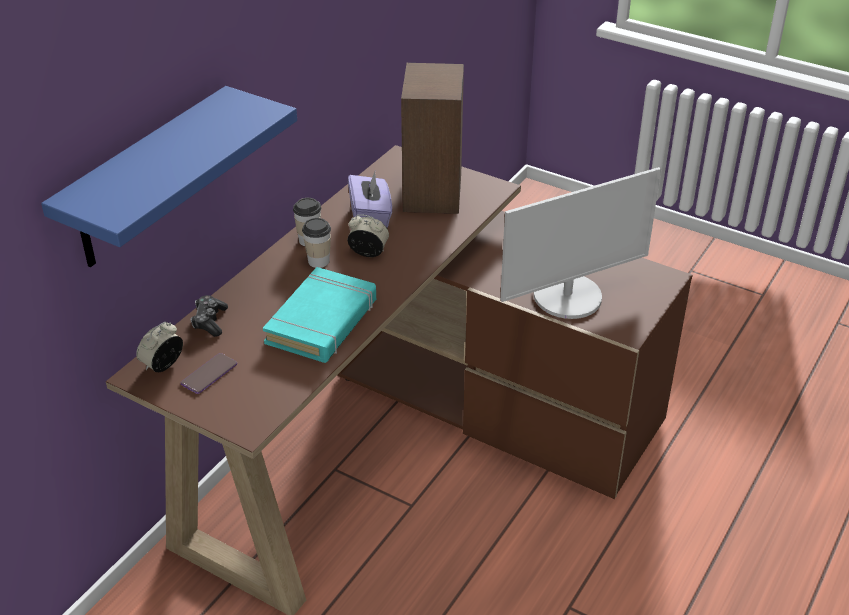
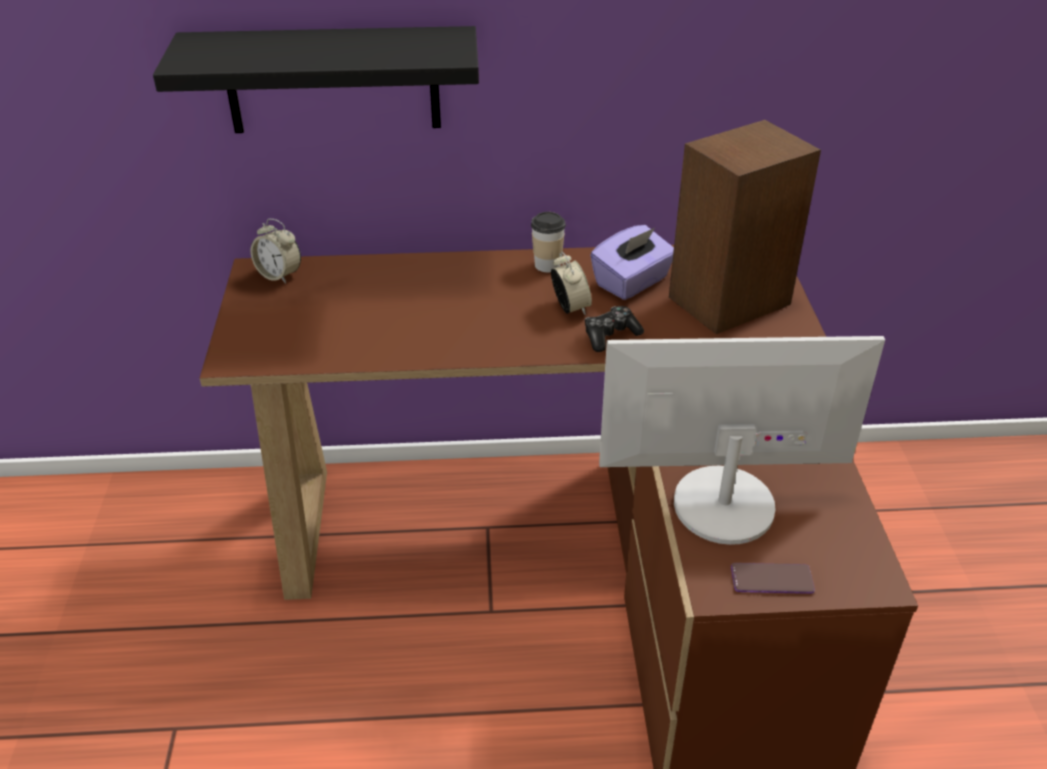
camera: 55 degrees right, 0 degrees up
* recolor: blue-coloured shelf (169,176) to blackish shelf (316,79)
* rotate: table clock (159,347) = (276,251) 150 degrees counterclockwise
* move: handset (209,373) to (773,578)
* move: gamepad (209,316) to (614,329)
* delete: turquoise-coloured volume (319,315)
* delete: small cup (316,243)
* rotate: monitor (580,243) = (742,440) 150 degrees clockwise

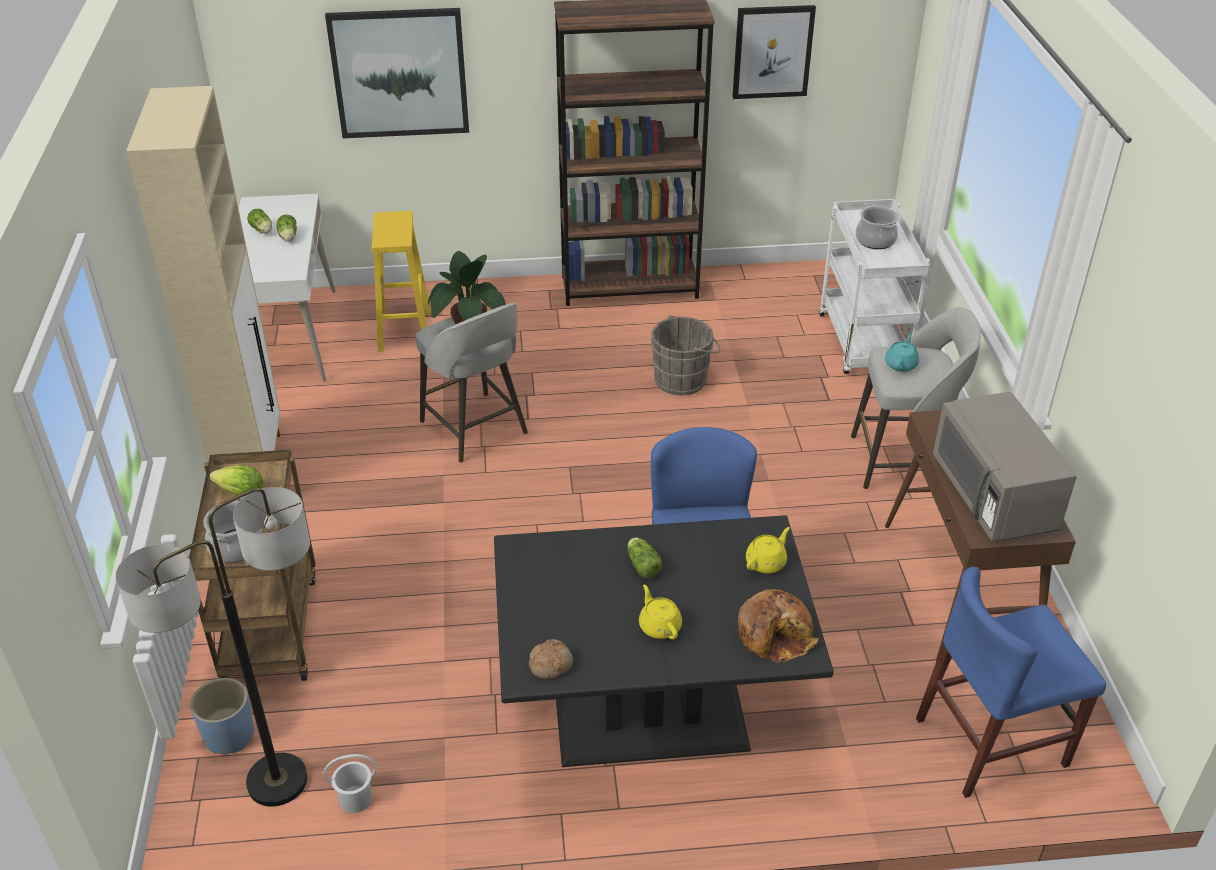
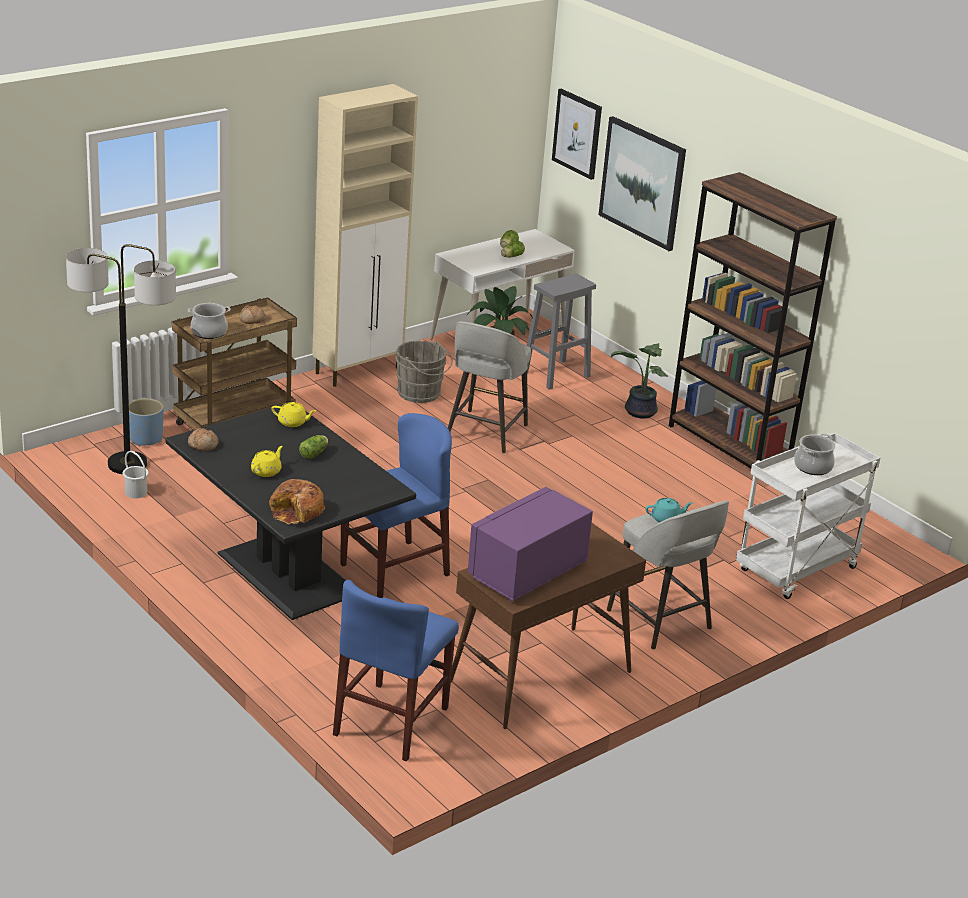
camera: 55 degrees right, 10 degrees down
* replace: head of lettuce (236,480) to bread (252,314)
* recolor: yellowish stool (401,281) to greyish stool (561,331)
* move: greyish pail (685,355) to (424,372)
* move: wall picture (774,52) to (577,134)
* move: yellowish tea pot (768,550) to (294,414)
* rotate: blue-coloured chair (1011,682) = (396,671) 105 degrees counterclockwise
* recolor: greyish microwave oven (1005,466) to purplish microwave oven (530,544)
* insert: potted plant (639,380)

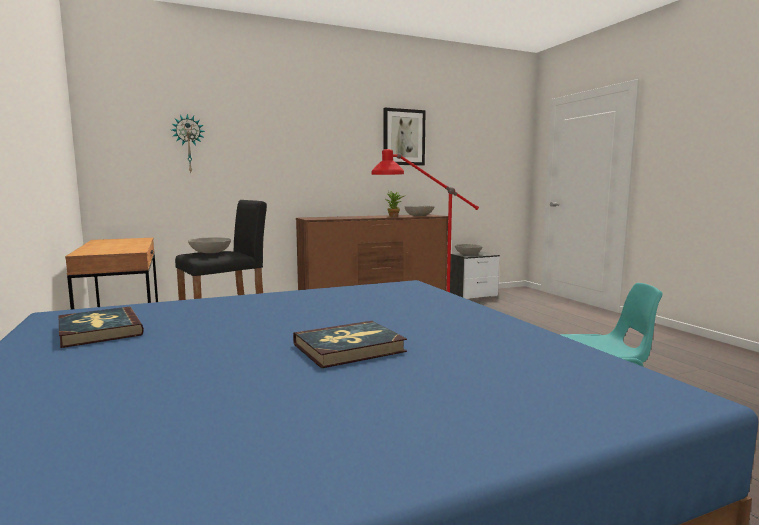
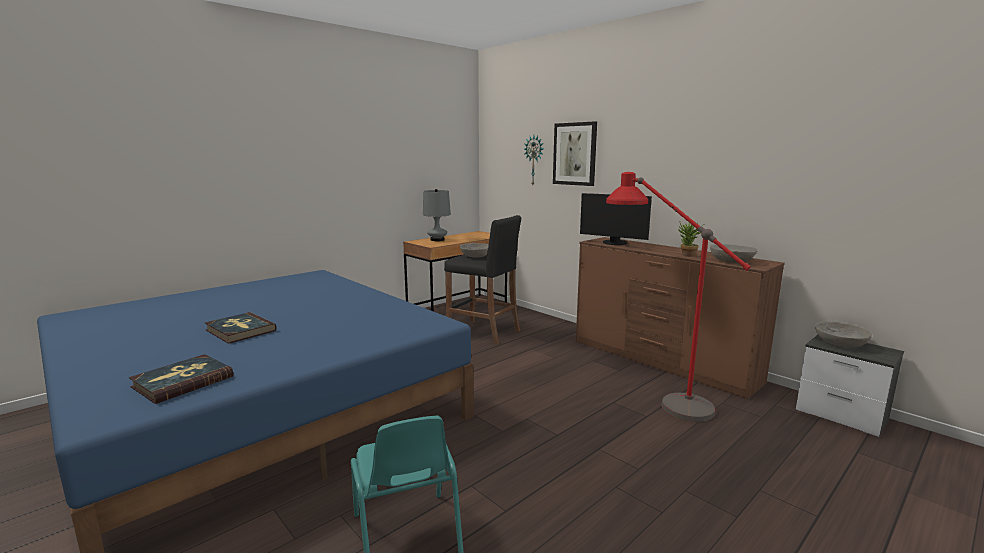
camera: 70 degrees right, 5 degrees up
* move: volume (101,327) to (181,379)
* move: wall picture (404,136) to (575,153)
* insert: greyish tabletop lamp (437,215)
* insert: monitor (616,219)

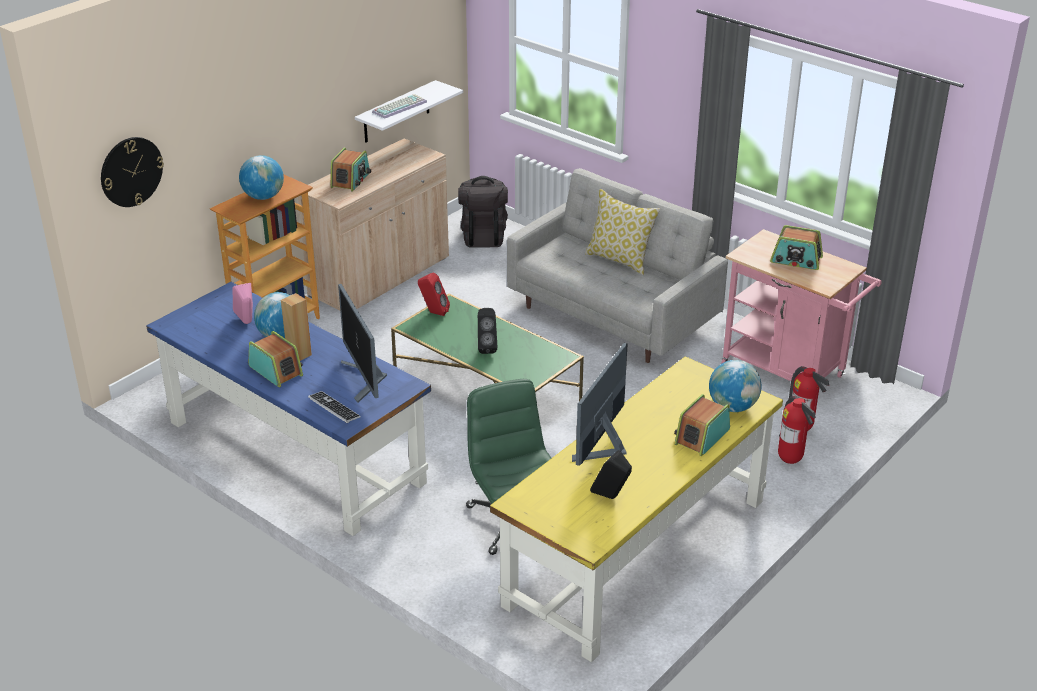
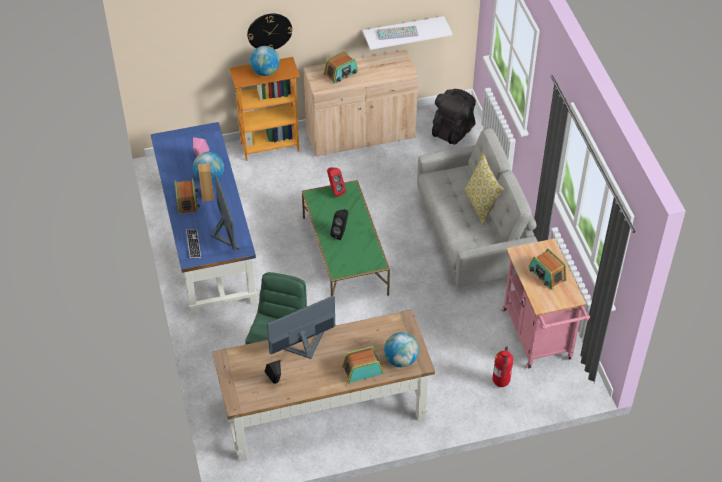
camera: 35 degrees right, 15 degrees up
* move: clock on the wall (132,172) to (269,31)
* rotate: monitor (362,343) = (225,211) 150 degrees clockwise
* recolor: yellowish desk (636,509) to brown desk (323,385)
* delete: extinguisher (797,430)

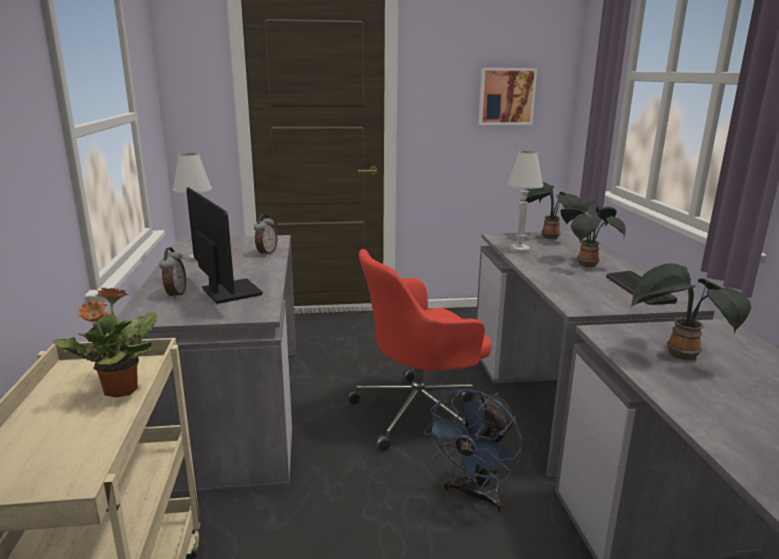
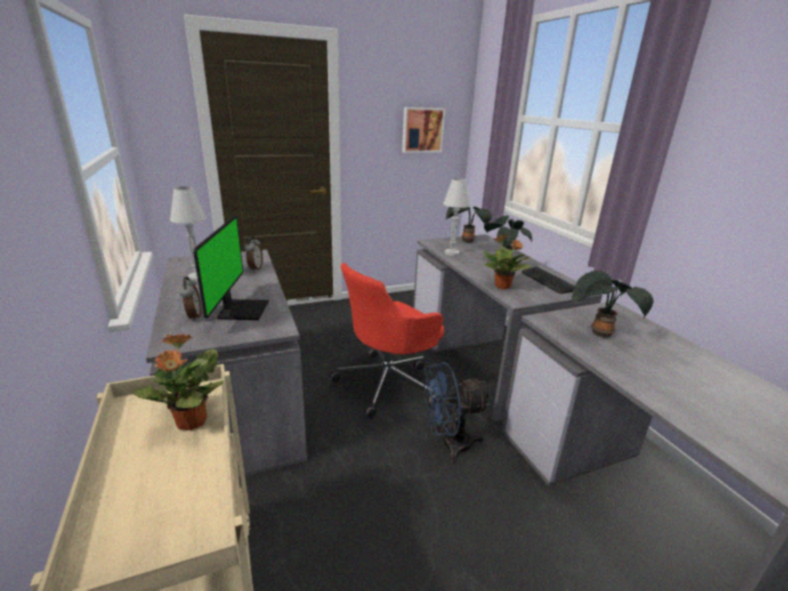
camera: 15 degrees left, 5 degrees up
* rotate: monitor (224,245) = (231,268) 45 degrees clockwise
* rotate: blue-coloured electric fan (473,451) = (456,412) 60 degrees clockwise
* insert: potted plant (507,261)

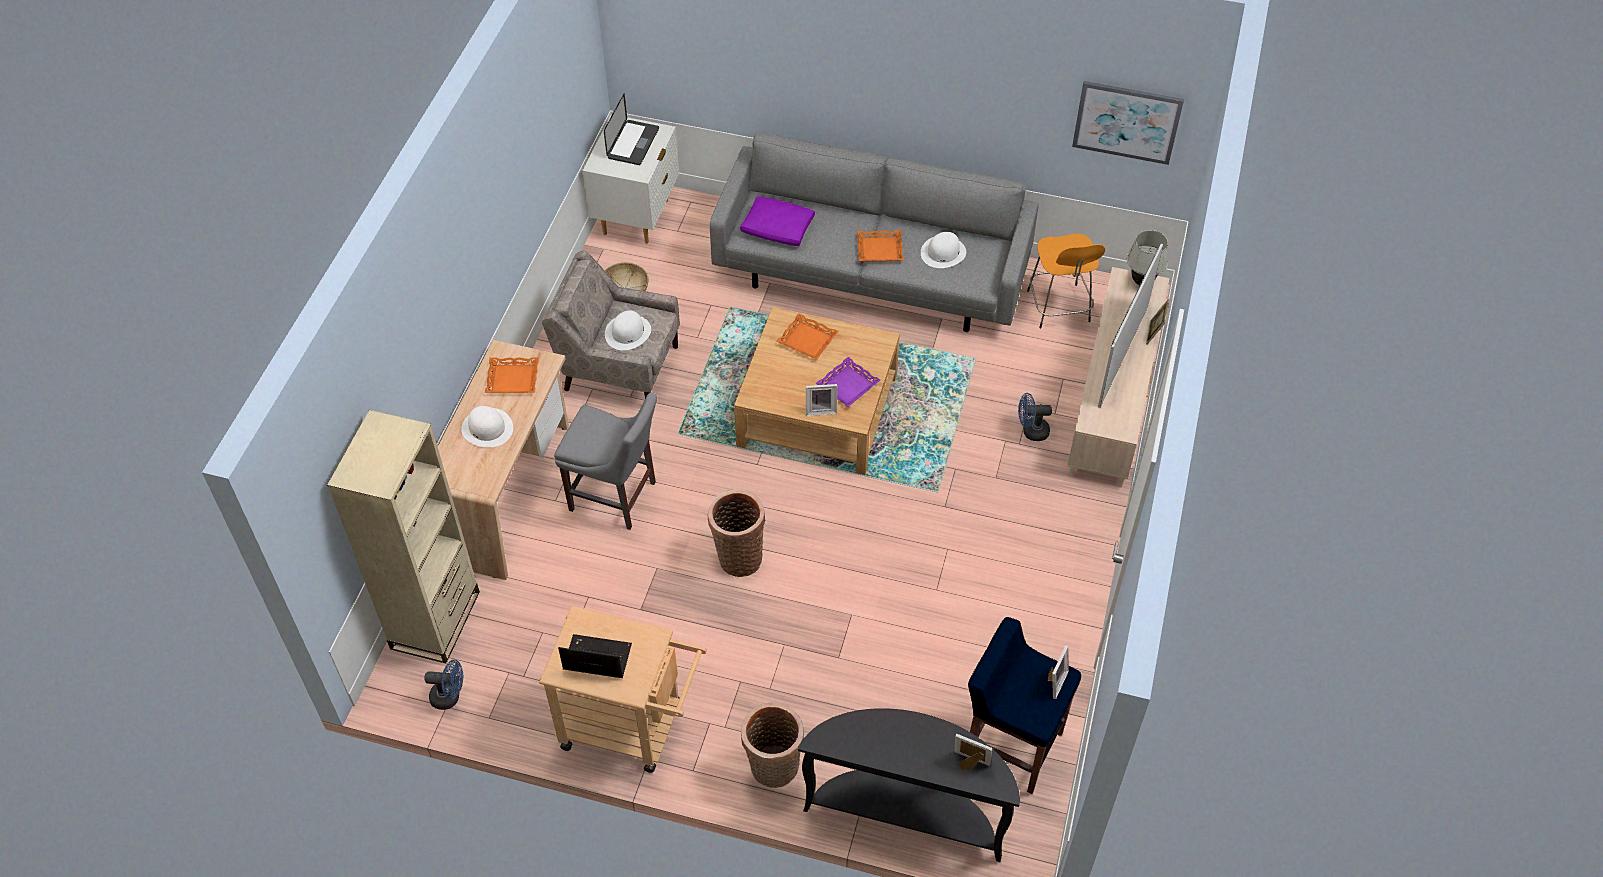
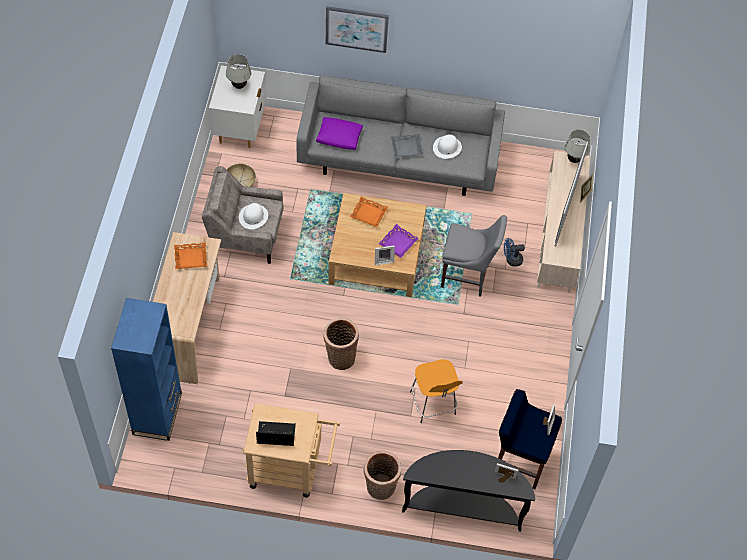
camera: 10 degrees left, 5 degrees up
* recolor: sand-coloured shelving unit (403,536) to blue-coloured shelving unit (146,369)
* delete: blue-coloured electric fan (443,685)
* delete: white-coloured wearable hat (487,426)
* move: greyish chair (605,461) to (474,256)
* replace: notebook computer (631,129) to white-coloured tabletop lamp (238,71)
* recolor: orange serving tray (880,246) to greyish serving tray (407,146)
* move: orange stool (1066,281) to (436,391)
* move: wall picture (1128,123) to (357,29)

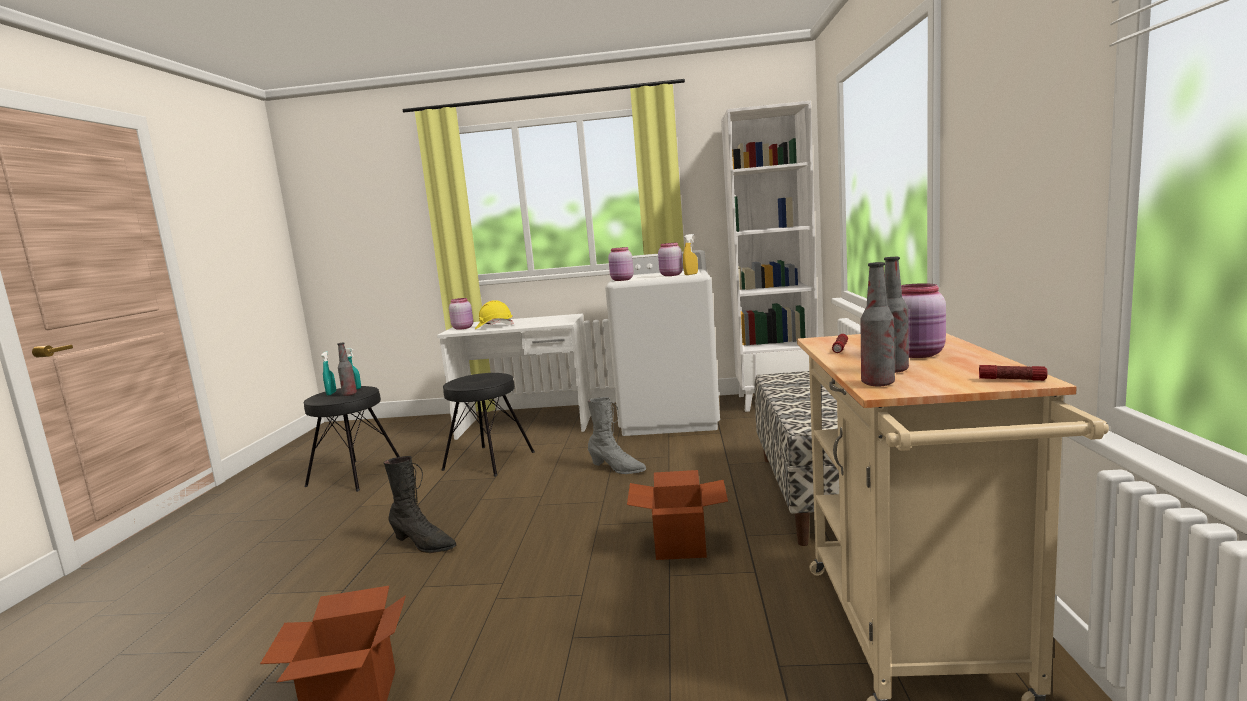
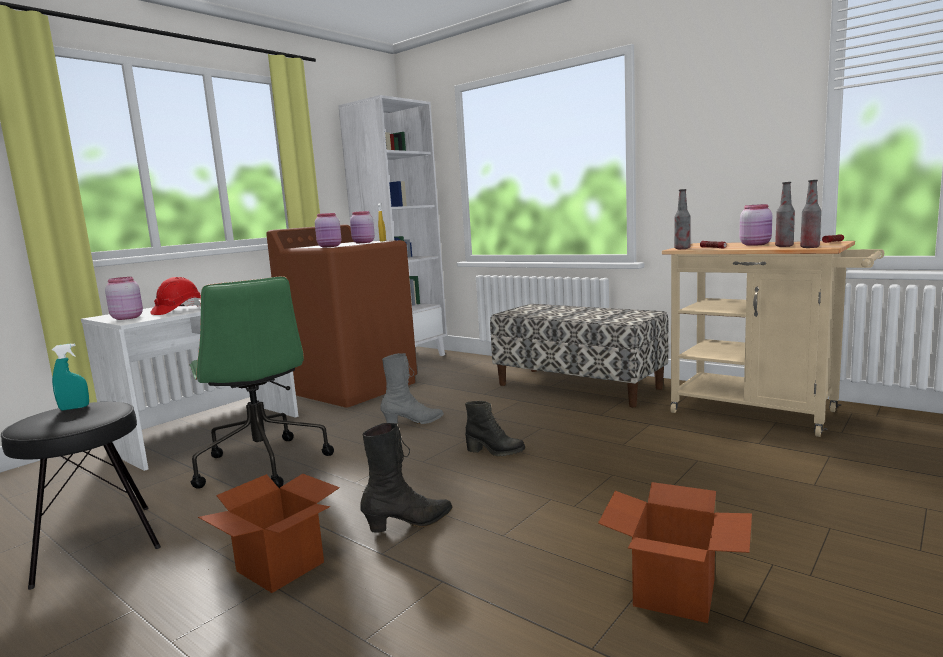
camera: 55 degrees left, 0 degrees up
* delete: turquoise-coloured sprayer (328,373)
* move: bottle (347,369) to (682,219)
* replace: blackish stool (488,425) to green-coloured computer chair (261,382)
* recolor: yellowish safety helmet (494,314) to reddish safety helmet (175,296)
* recolor: white-coloured laundry appliance (662,343) to brown laundry appliance (341,315)
* move: packing box (677,515) to (269,533)
* insert: blackish high-top boot (495,428)

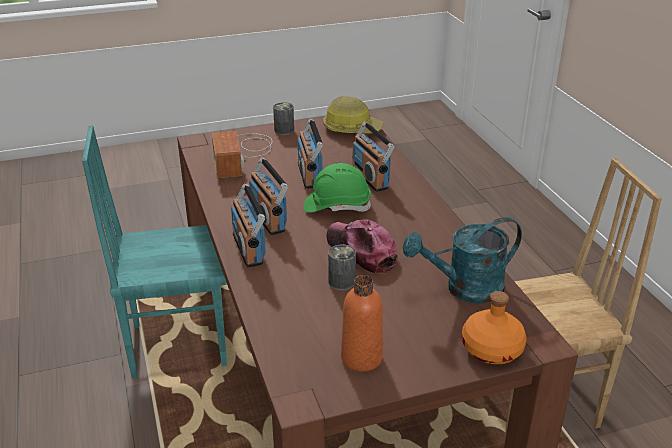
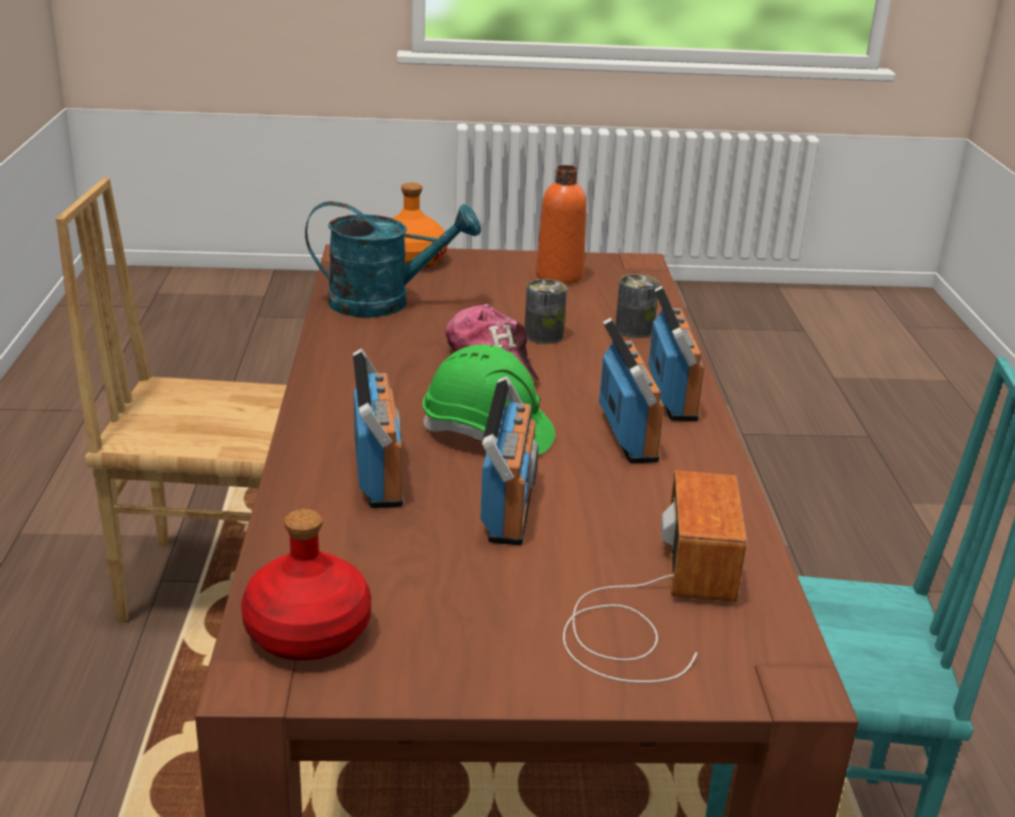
camera: 165 degrees left, 5 degrees down
* move: can (283,118) to (637,306)
* replace: safety helmet (353,115) to reddish bottle (306,584)

